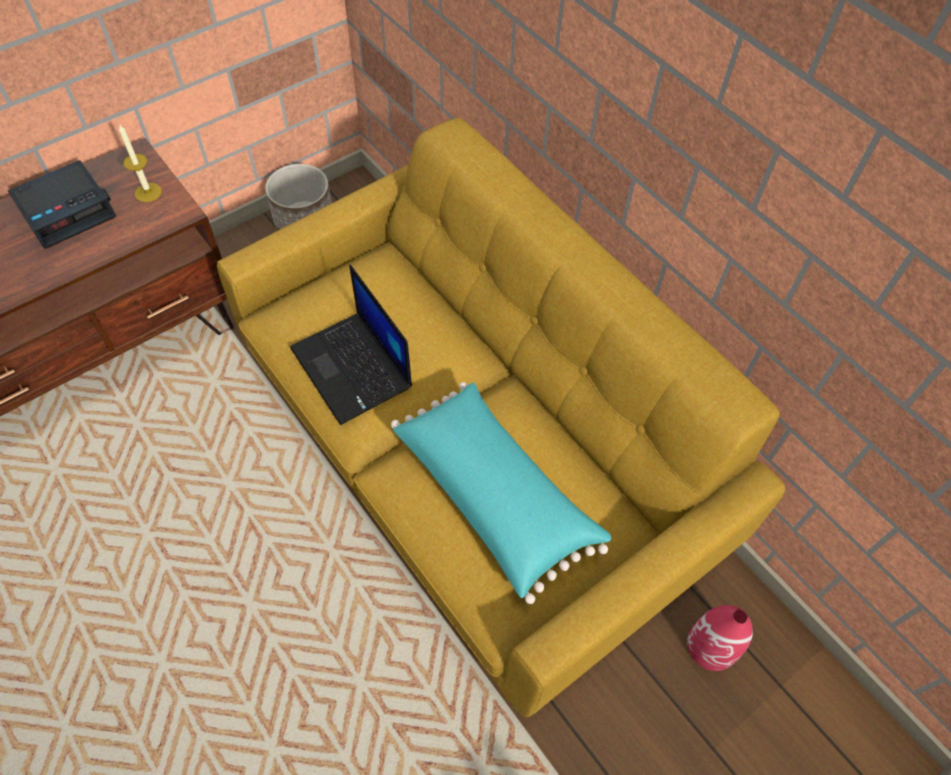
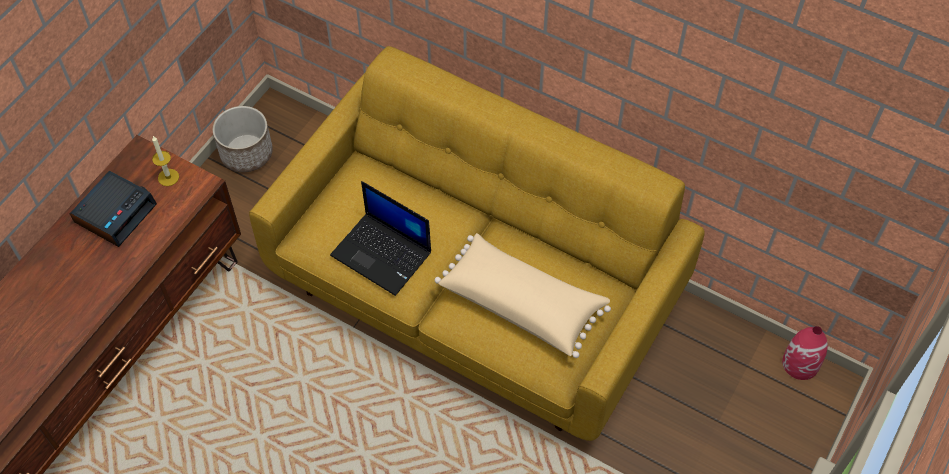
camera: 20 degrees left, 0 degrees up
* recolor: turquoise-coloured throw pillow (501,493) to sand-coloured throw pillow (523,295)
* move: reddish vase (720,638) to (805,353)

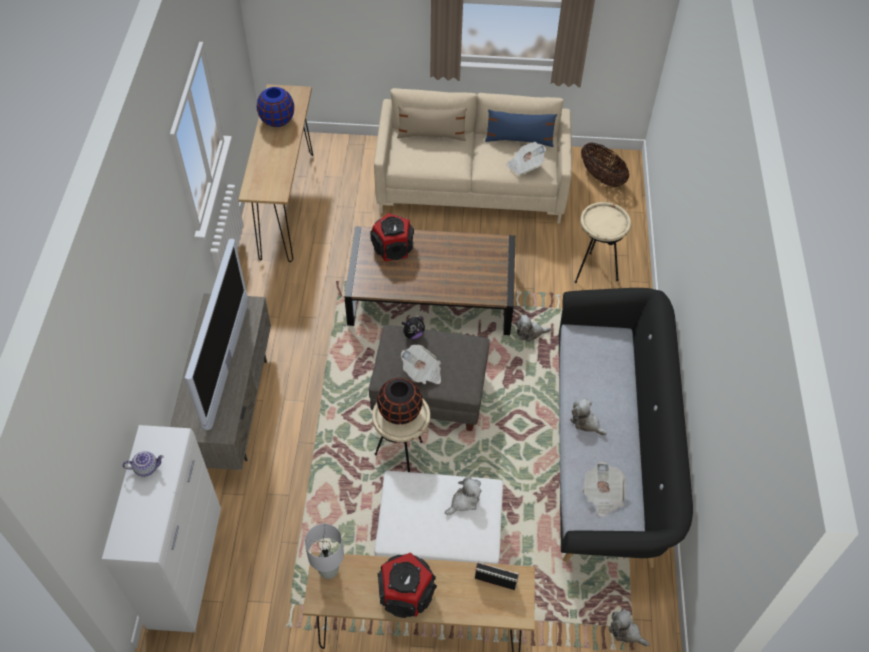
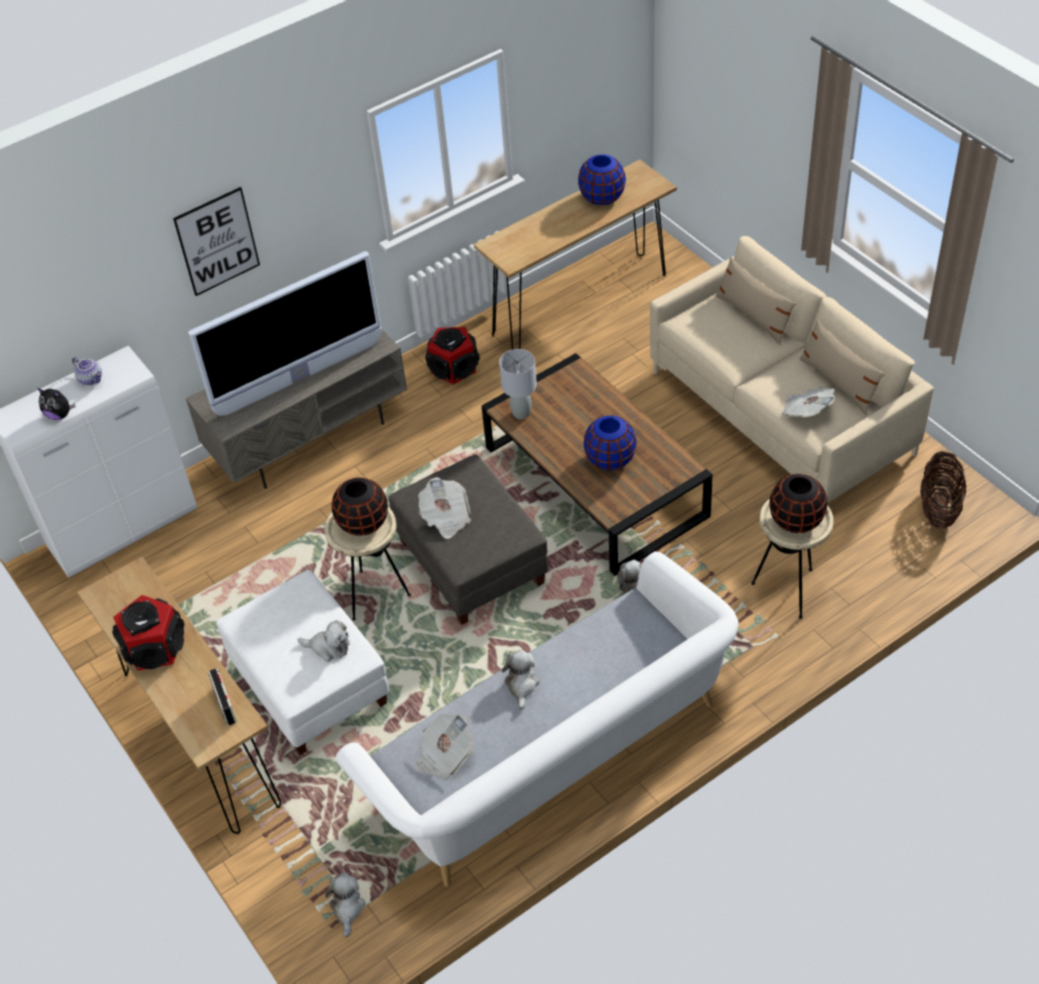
camera: 55 degrees right, 5 degrees down
* move: greyish tabletop lamp (324,551) to (518,384)
* move: speaker (392,237) to (452,355)
* move: soft toy (413,327) to (56,404)
* recolor: blue-coloured throw pillow (521,128) to sand-coloured throw pillow (842,367)
* recolor: blackish settee (626,428) to white-coloured settee (537,719)
* insert: wall picture (216,241)
* insert: blue-coloured vase (610,442)
* insert: blackish vase (798,503)

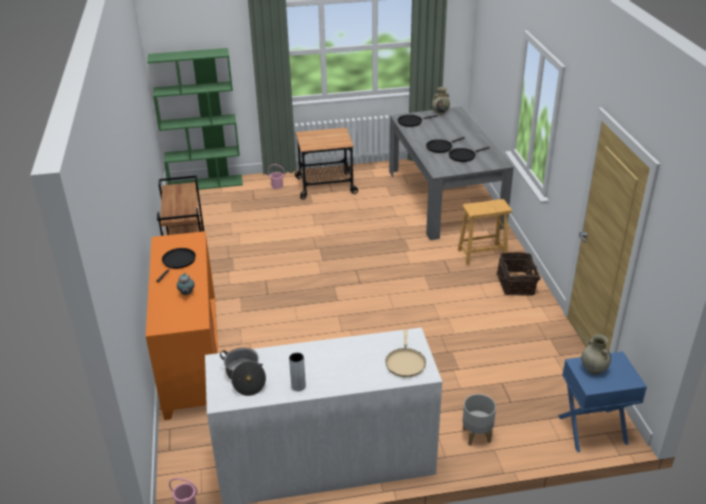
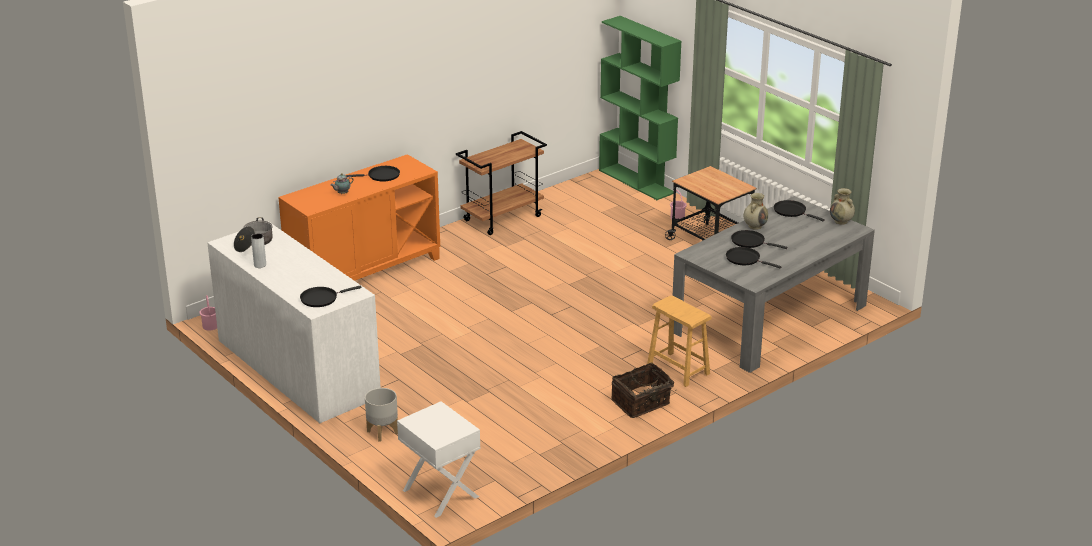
camera: 60 degrees right, 5 degrees down
* recolor: sand-coloured skillet (405,353) to blackish skillet (331,296)
* recolor: blue-coloured nightstand (602,401) to white-coloured nightstand (438,459)
* move: sand-coloured vase (596,354) to (756,211)

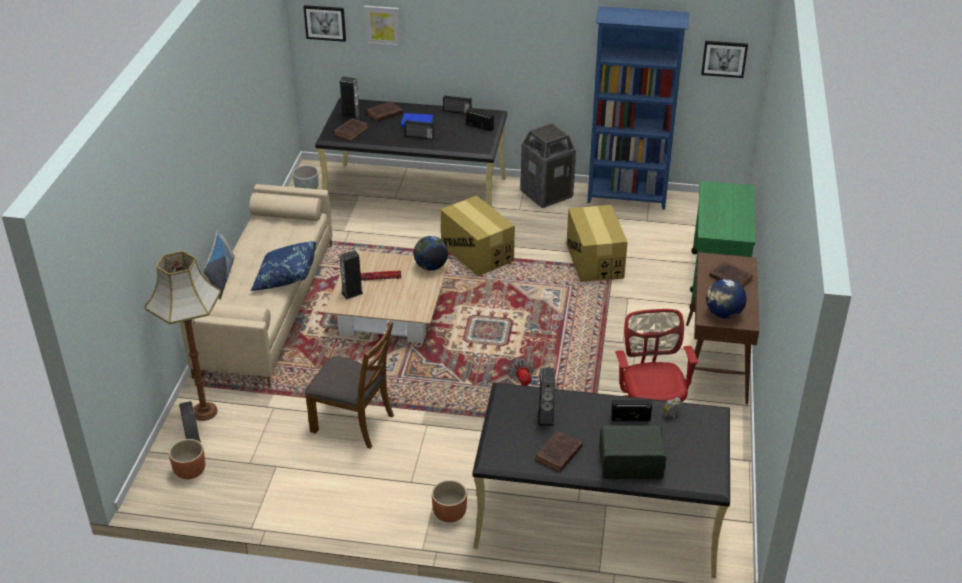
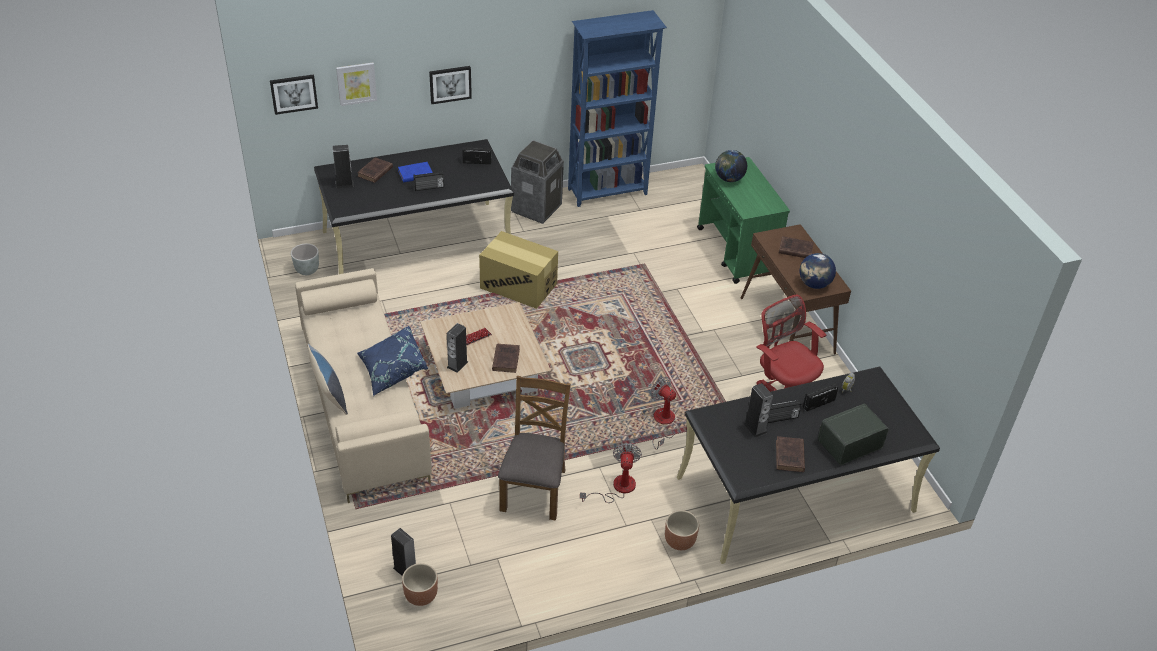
camera: 30 degrees left, 5 degrees up
* delete: floor lamp (182,336)
* rotate: brown chair (349,385) = (534,448) 75 degrees counterclockwise
* move: brown volume (350,129) to (506,358)
* move: globe (431,253) to (731,166)
* move: radio (457,104) to (785,411)
* delete: packing box (597,243)
* move: wall picture (724,59) to (450,85)
* insert: electric fan (611,473)

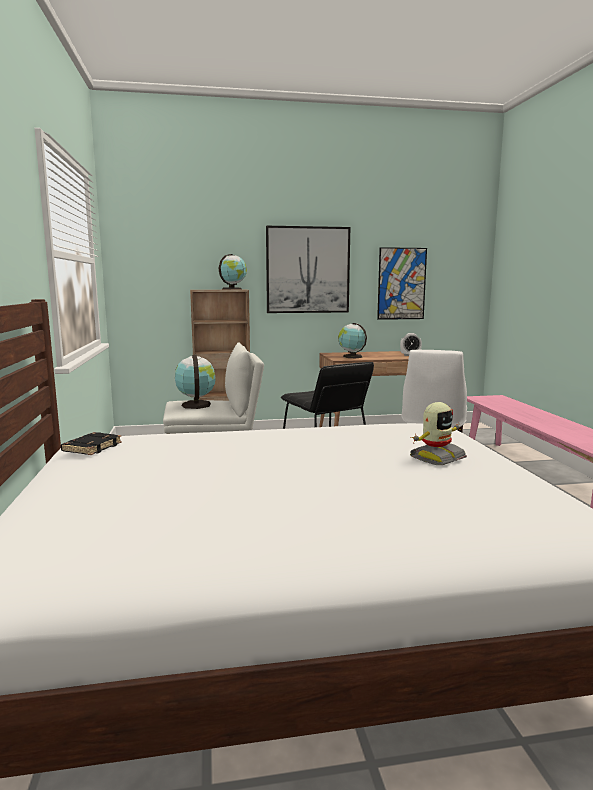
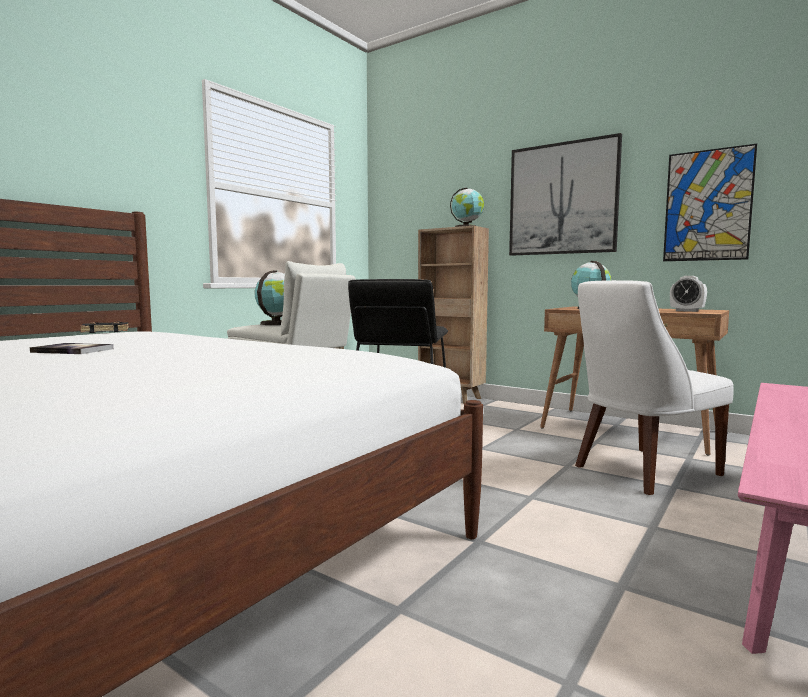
camera: 45 degrees right, 5 degrees down
* delete: toy robot (438,433)
* insert: volume (71,348)

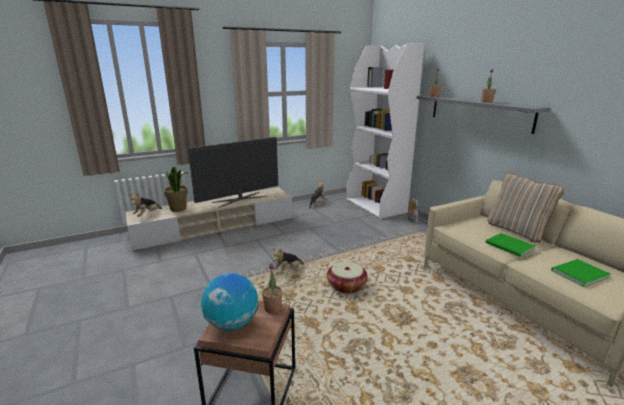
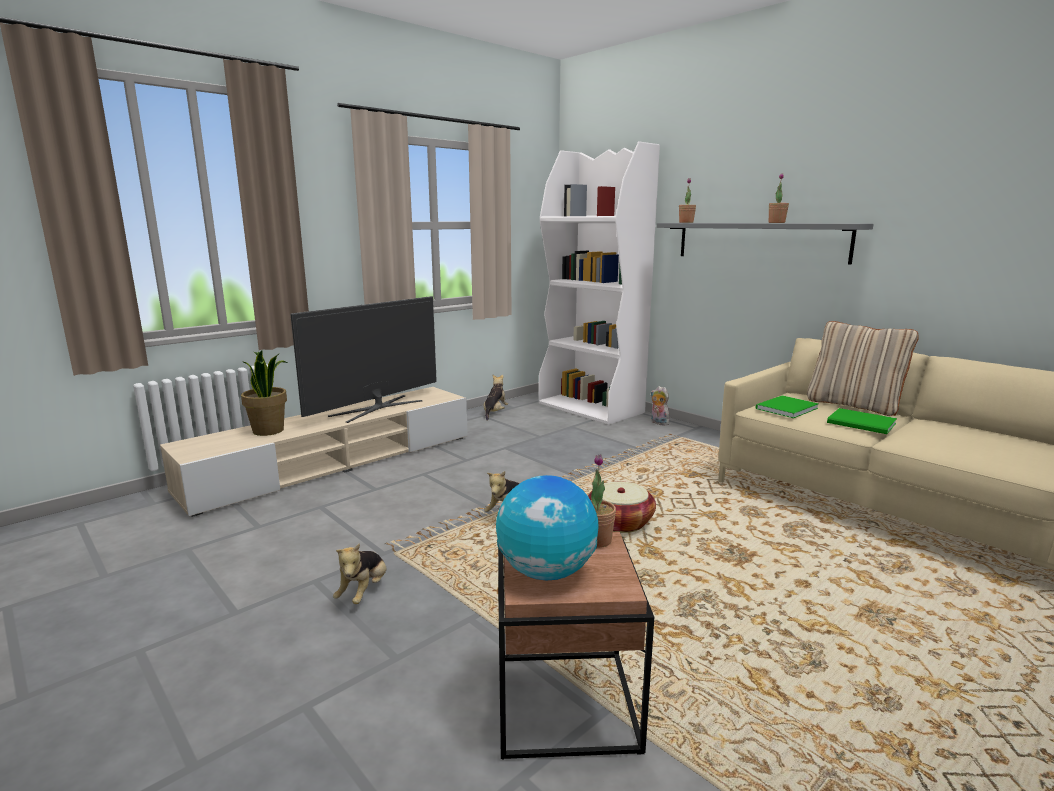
camera: 15 degrees left, 5 degrees down
* move: soft toy (145,205) to (360,573)
* move: green-coloured volume (581,273) to (787,406)

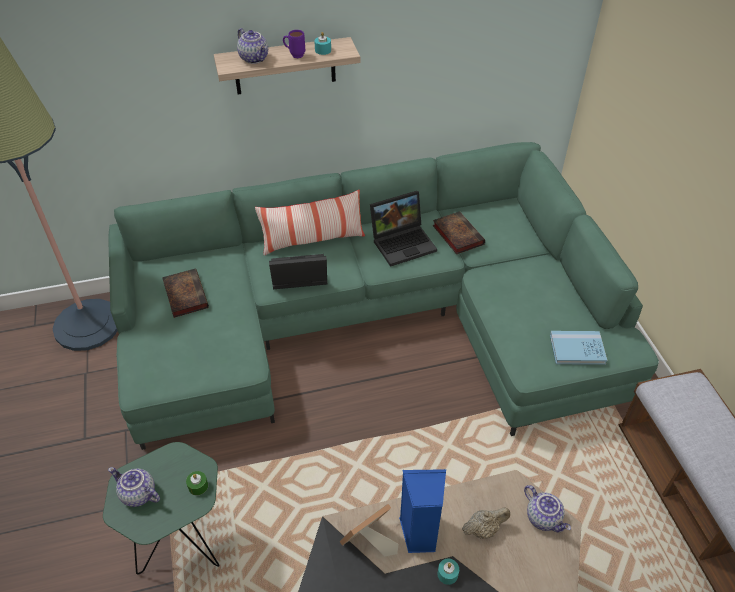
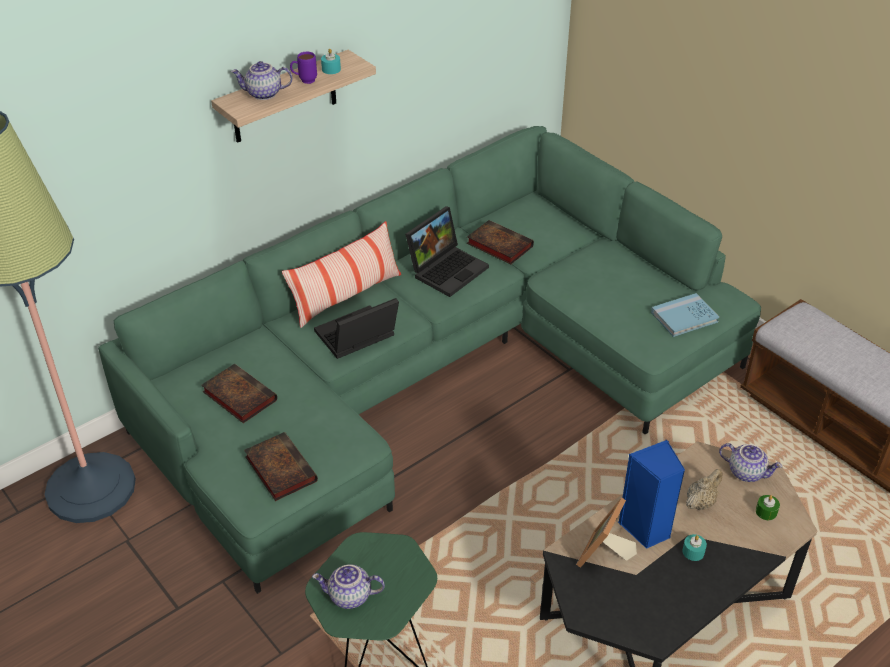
camera: 25 degrees left, 5 degrees down
* move: green-coloured candle (197,483) to (768,507)
* rotate: tea pot (252,46) = (261,80) 150 degrees clockwise
* insert: volume (281,466)

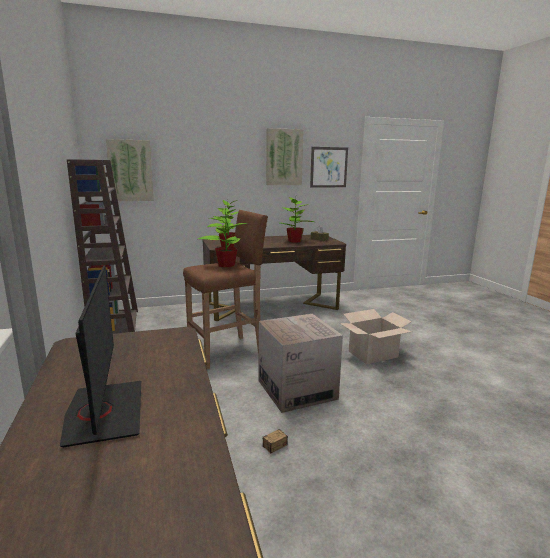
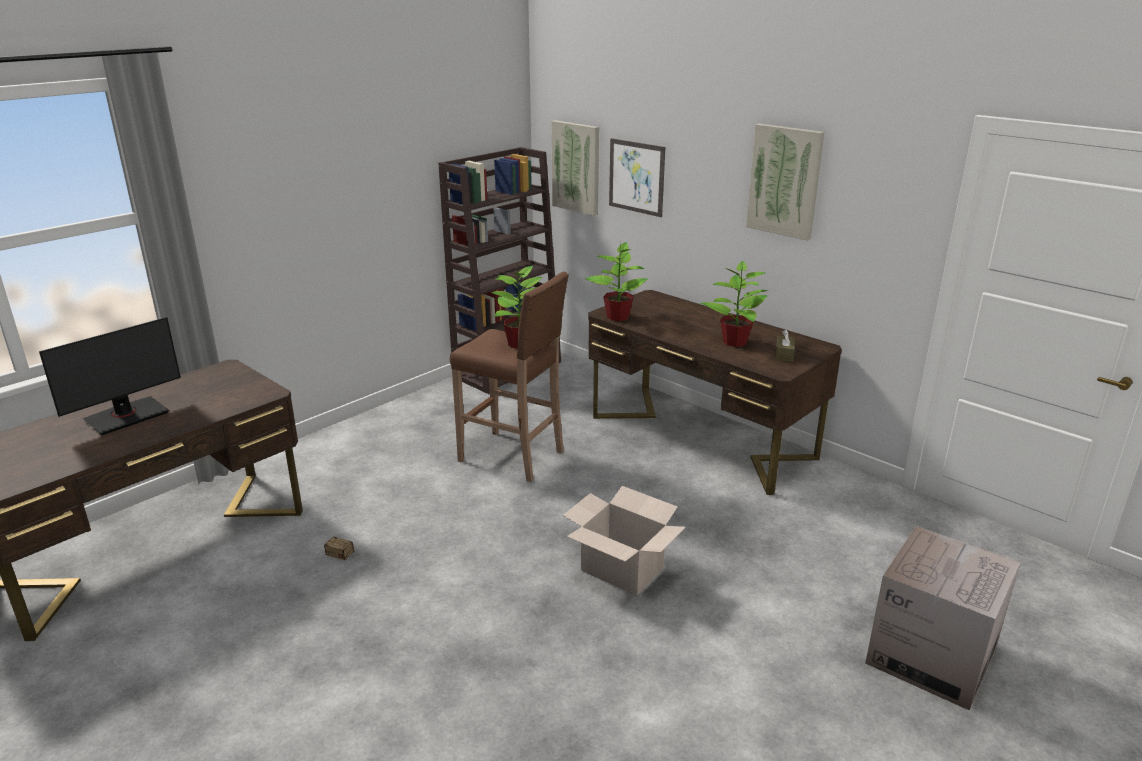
camera: 60 degrees right, 10 degrees up
* move: packing box (300,363) to (942,618)
* move: wall picture (329,167) to (637,177)

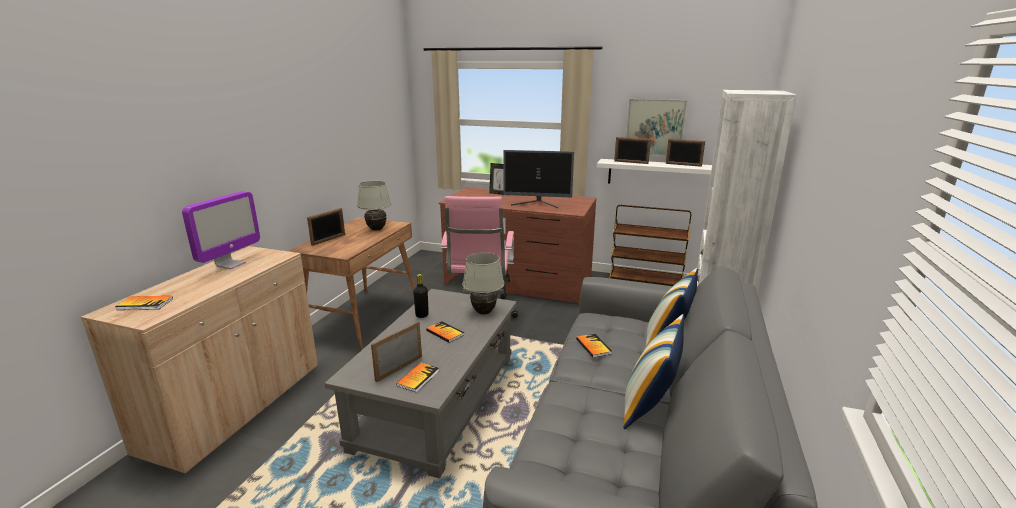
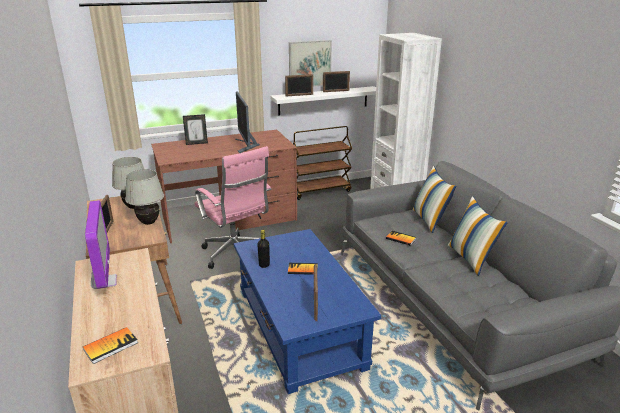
camera: 40 degrees left, 5 degrees up
* recolor: greyish coffee table (420,383) to blue-coloured coffee table (307,311)
* delete: volume (417,377)
* move: white-coloured tabletop lamp (483,283) to (144,197)
* rotate: monitor (538,179) = (248,122) 105 degrees clockwise

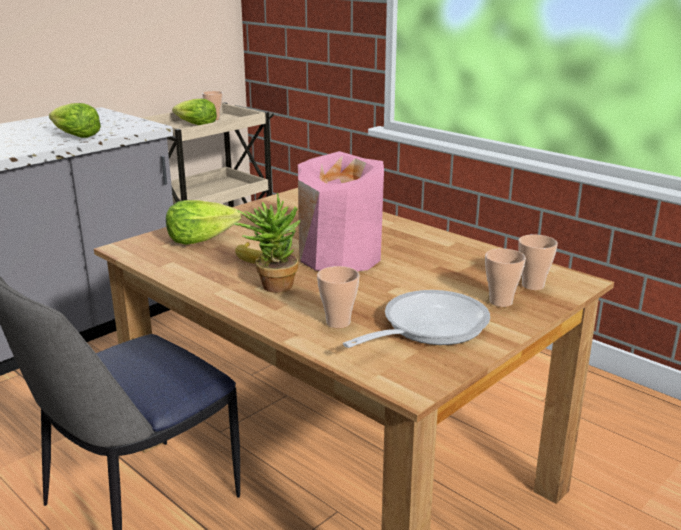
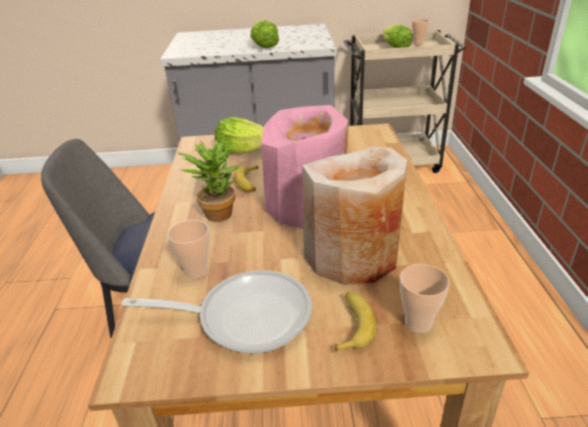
camera: 45 degrees right, 10 degrees up
* replace: small cup (505,277) to banana fruit (355,322)
* insert: sand-coloured vase (354,216)

